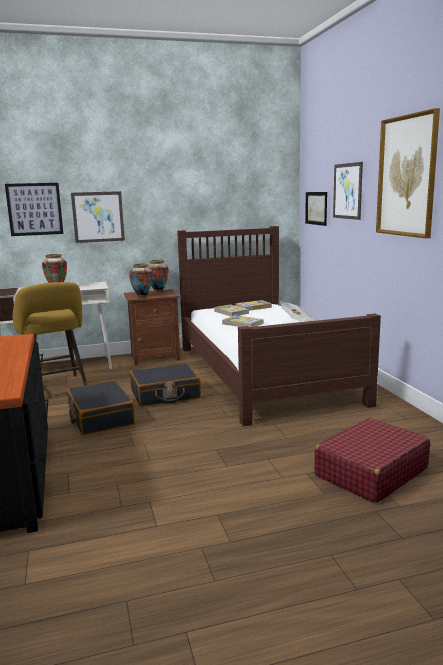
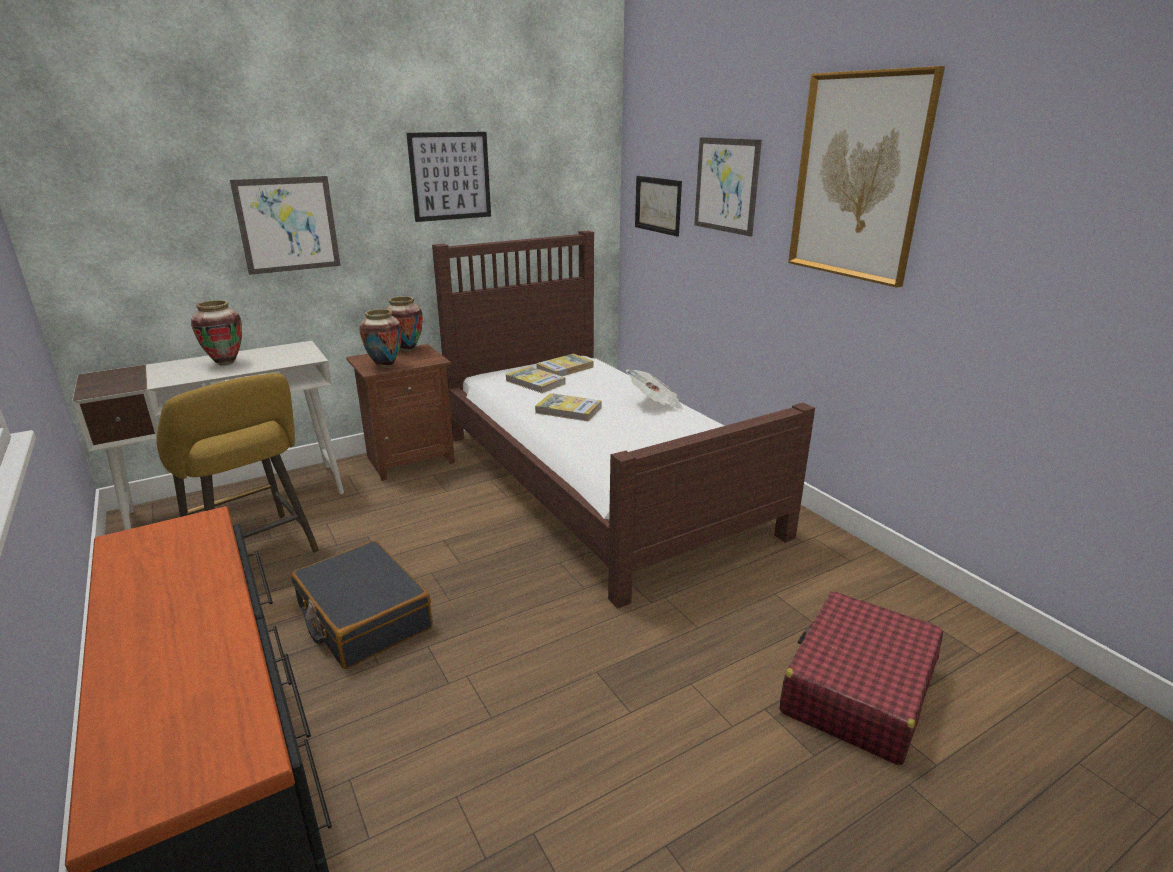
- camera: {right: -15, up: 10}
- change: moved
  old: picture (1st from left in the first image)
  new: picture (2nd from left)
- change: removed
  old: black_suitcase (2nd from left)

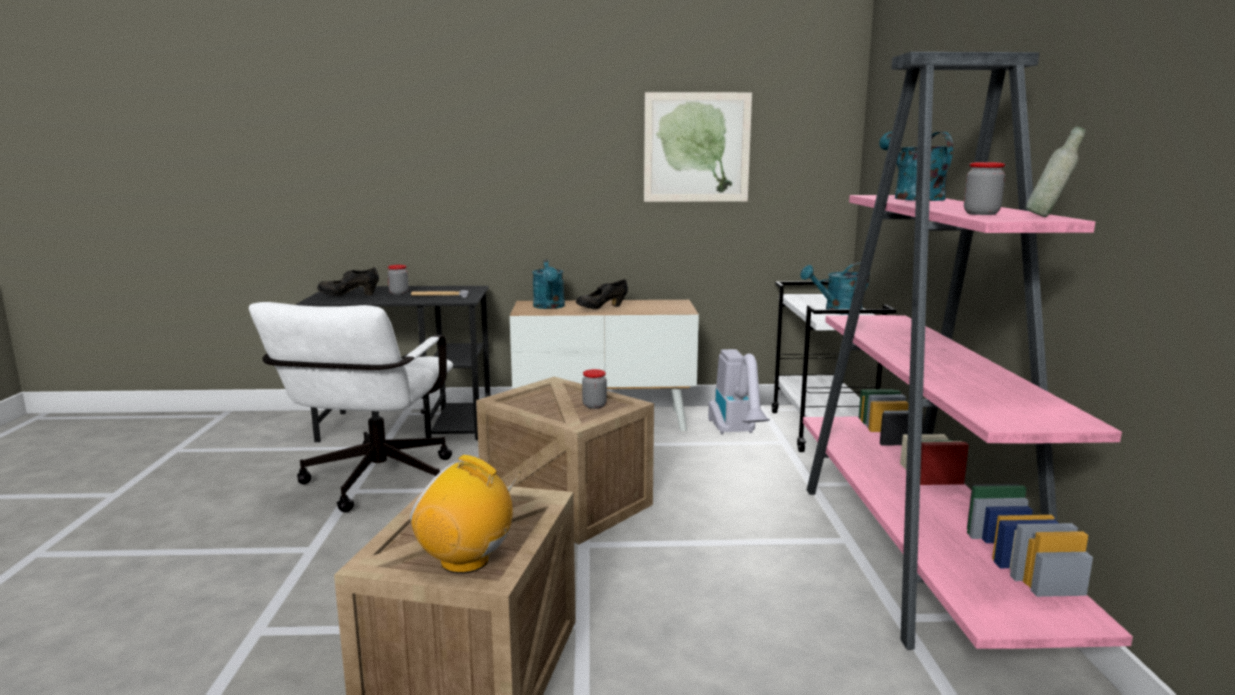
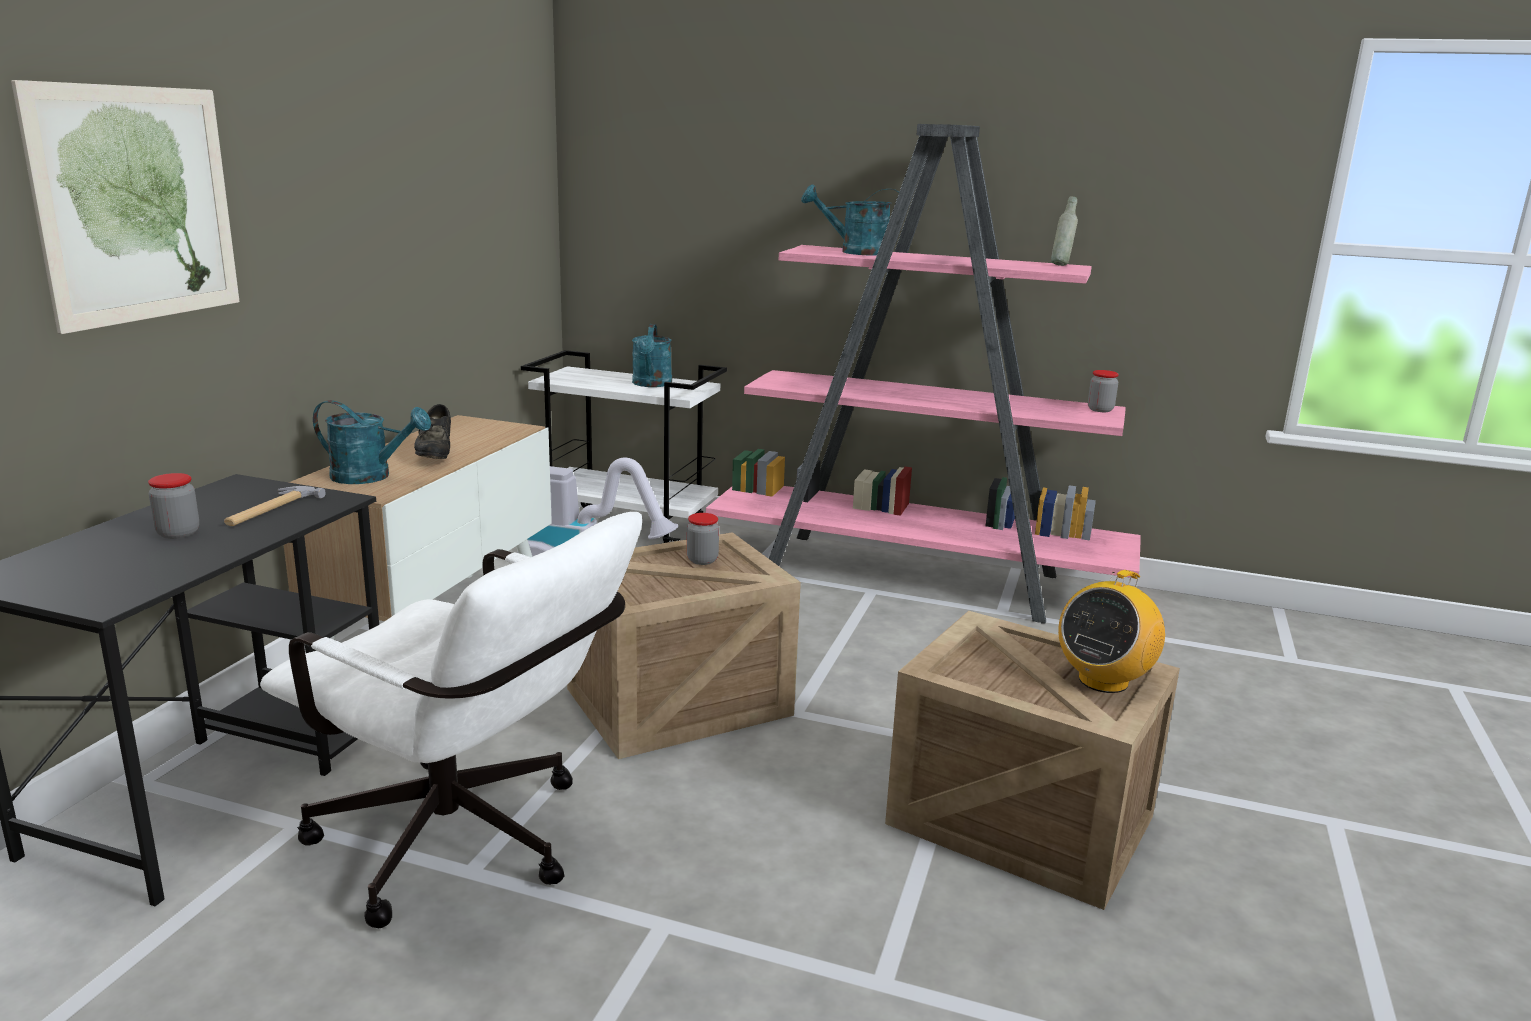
- camera: {right: -70, up: 5}
- change: moved
  old: picture
- change: moved
  old: jar (3rd from left)
- change: removed
  old: black_shoe (1st from left)

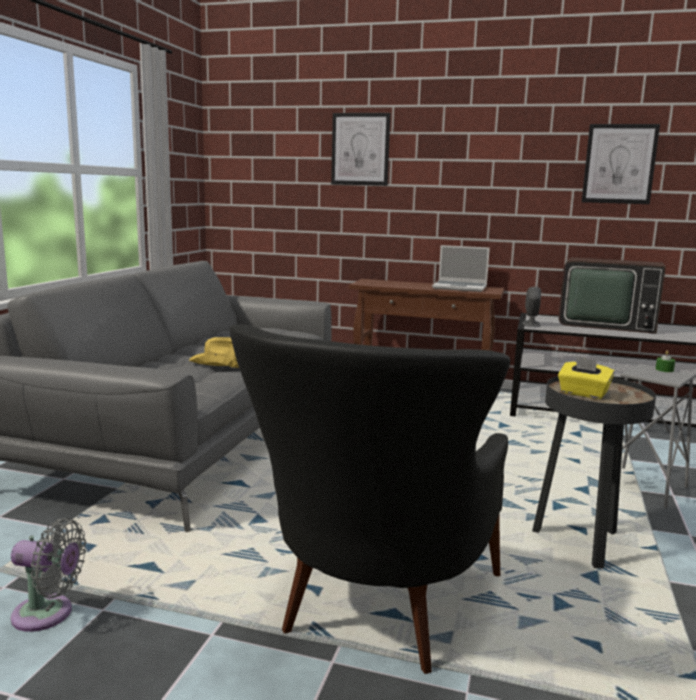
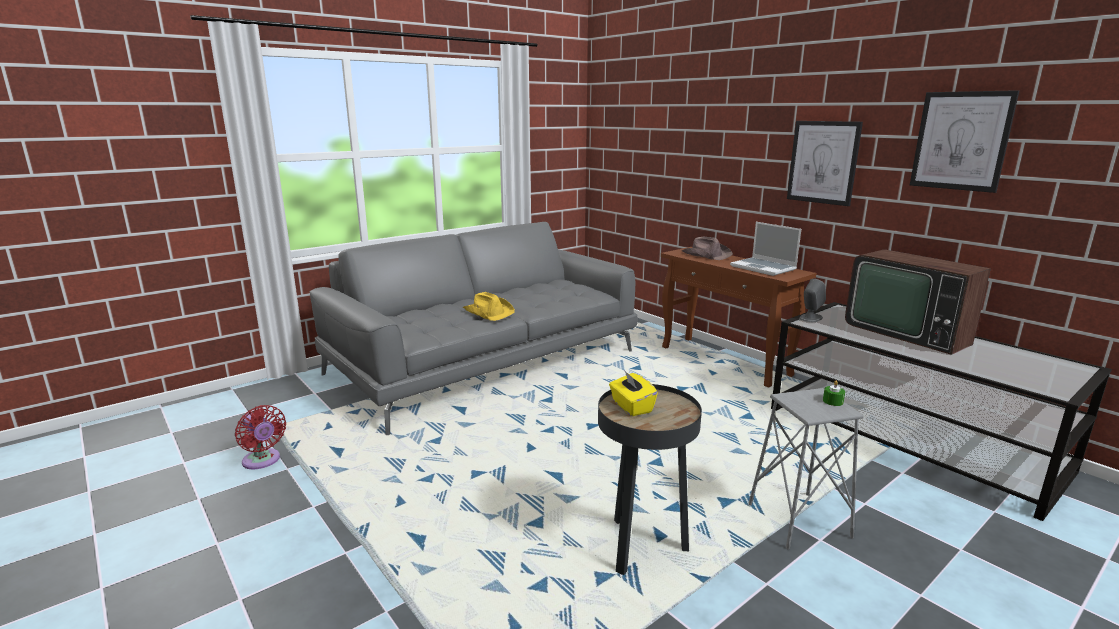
- camera: {right: 35, up: 5}
- change: moved
  old: picture (1st from left)
- change: removed
  old: black_armchair
- change: recoloured
  old: grey_fan
  new: red_fan
- change: added
  new: brown_hat

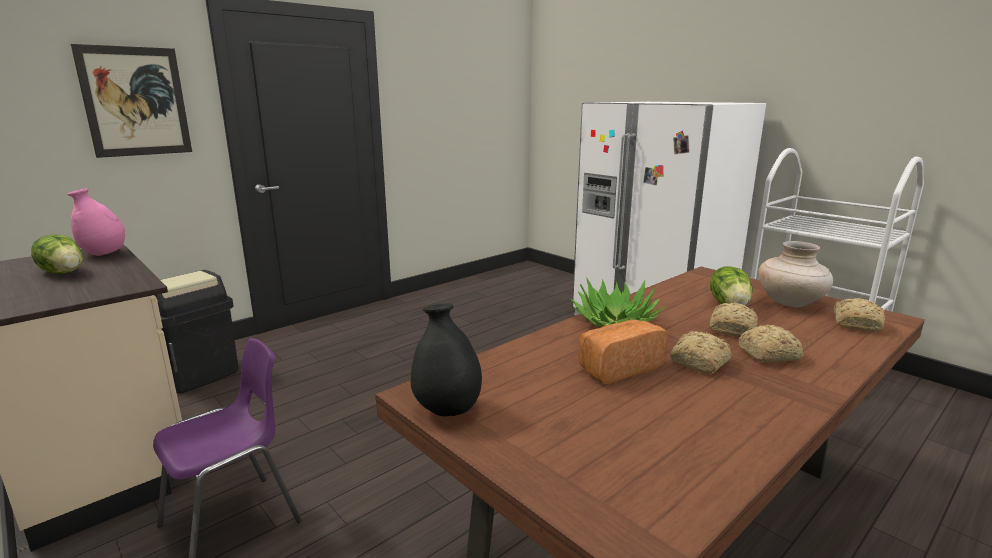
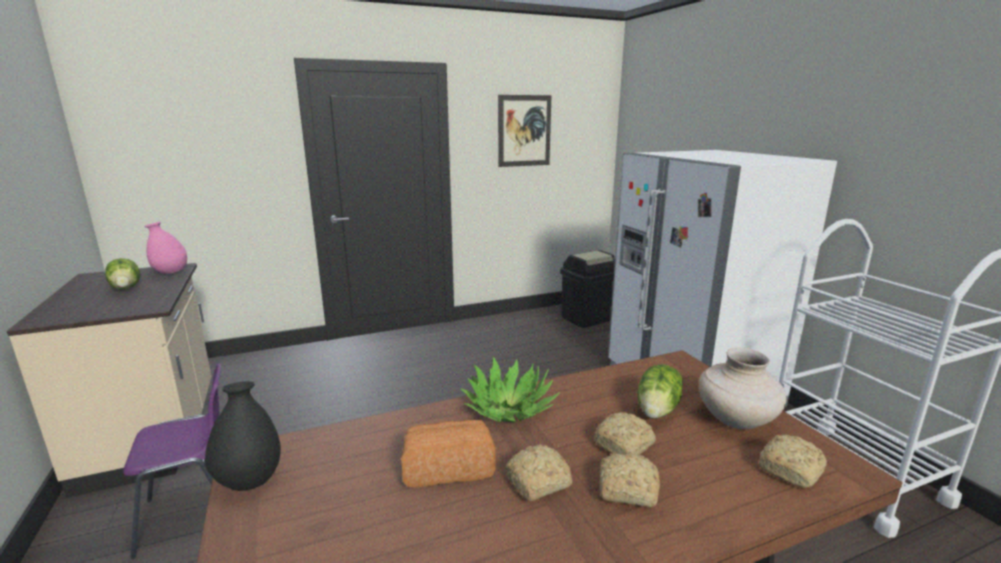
- camera: {right: 20, up: 0}
- change: moved
  old: picture
- change: moved
  old: black_trash_can

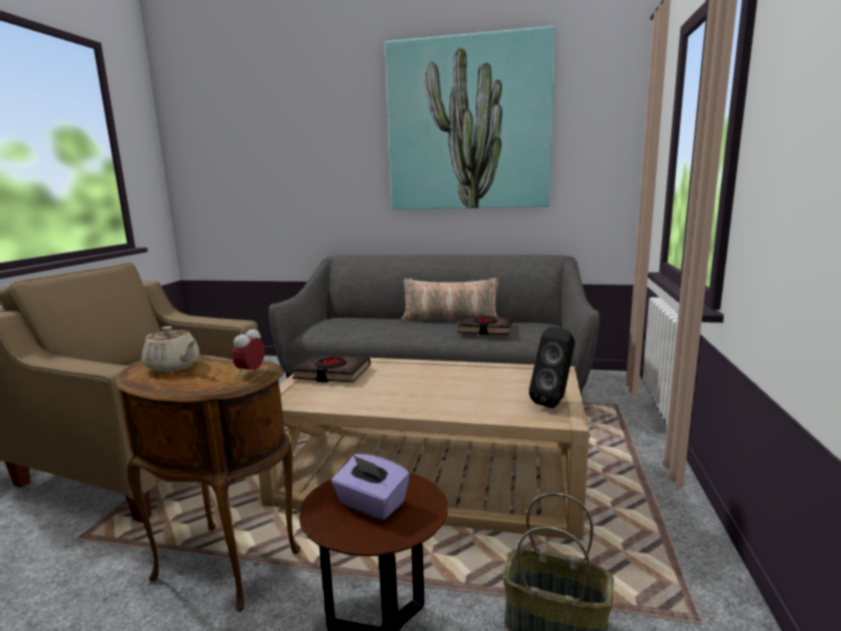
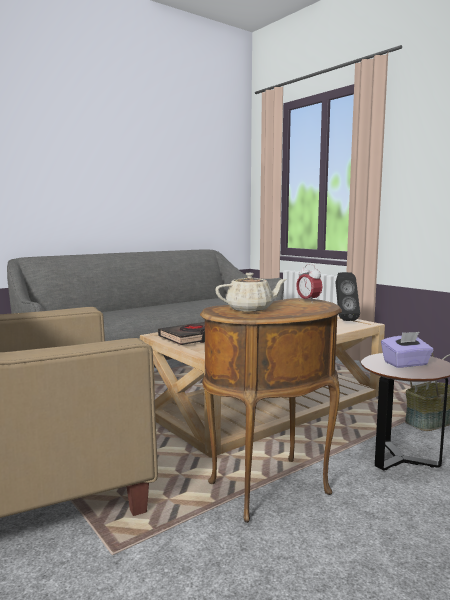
- camera: {right: -50, up: -5}
- change: removed
  old: picture
- change: removed
  old: pillow
- change: removed
  old: black_book (2nd from left)

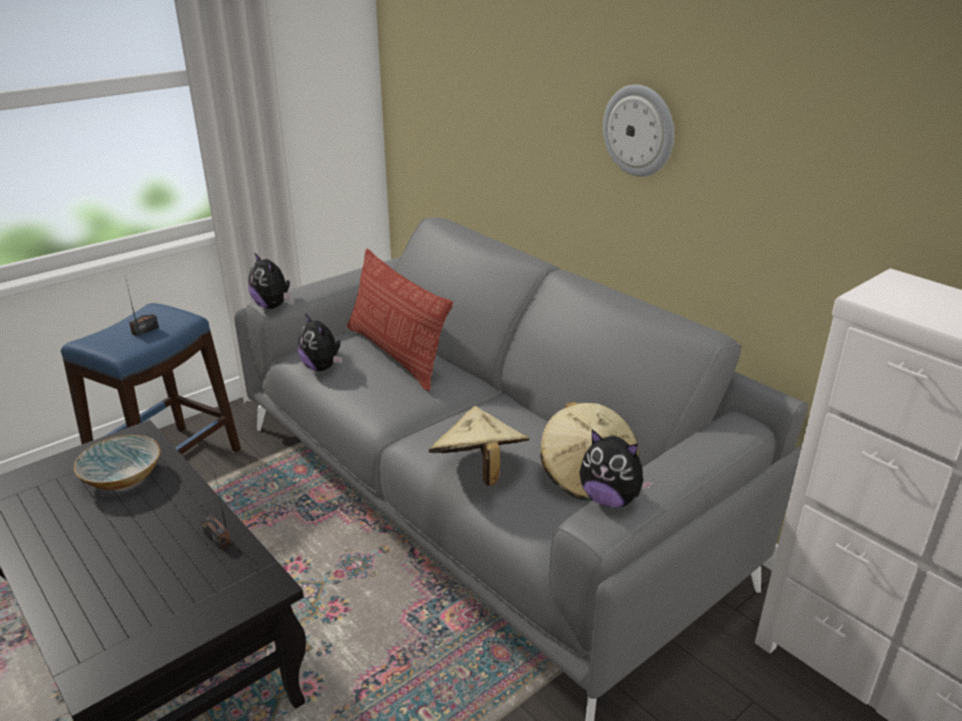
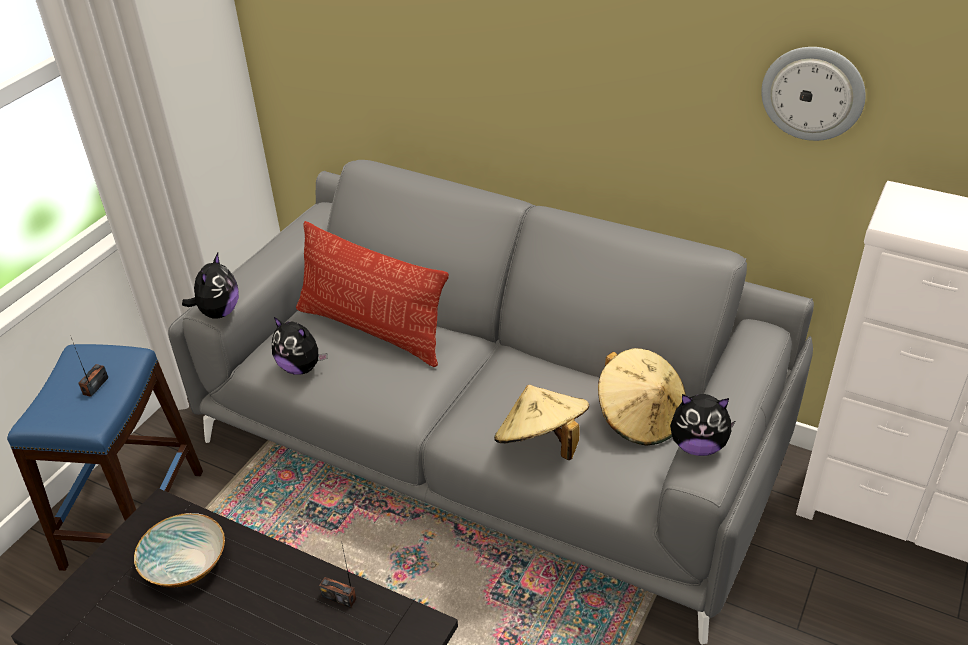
- camera: {right: -20, up: 10}
- change: moved
  old: wall_clock
- change: turned
  old: plush_toy (1st from left)
  degrees: -105

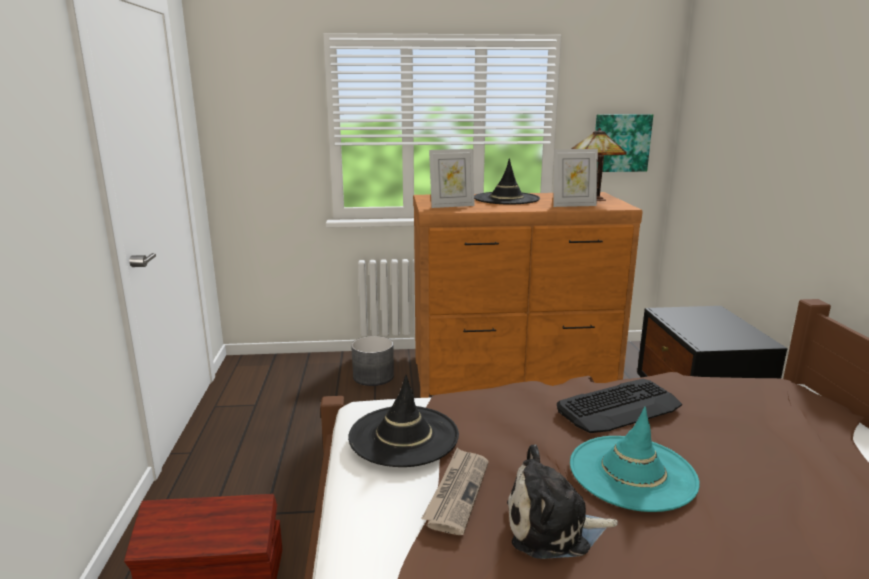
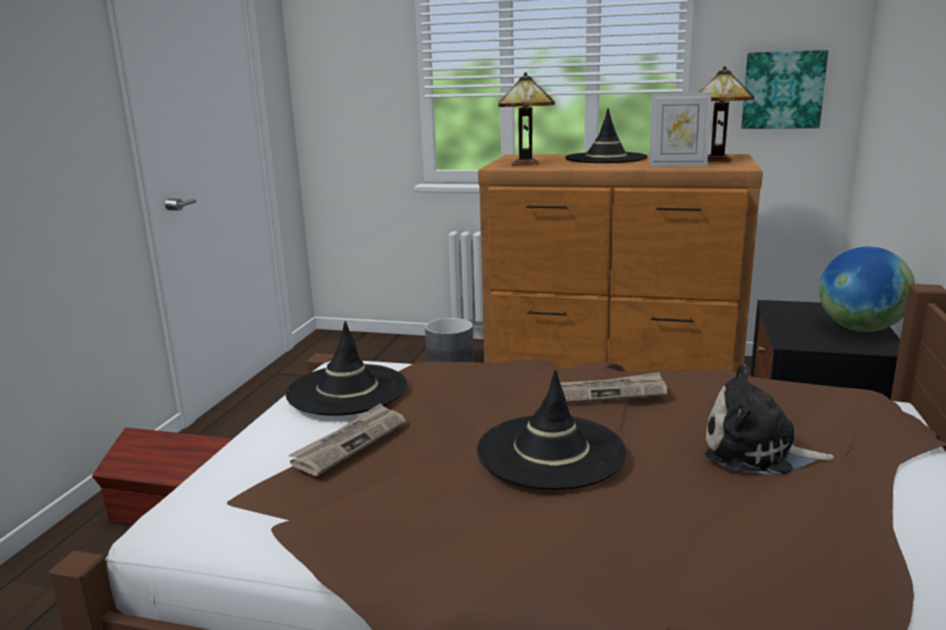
- camera: {right: 20, up: 0}
- change: replaced
  old: picture_frame (1st from left)
  new: table_lamp (1st from left)
- change: replaced
  old: keyboard
  new: newspaper (2nd from left)
- change: recoloured
  old: turquoise_hat
  new: black_hat (2nd from left)
- change: moved
  old: plush_toy
- change: added
  new: globe

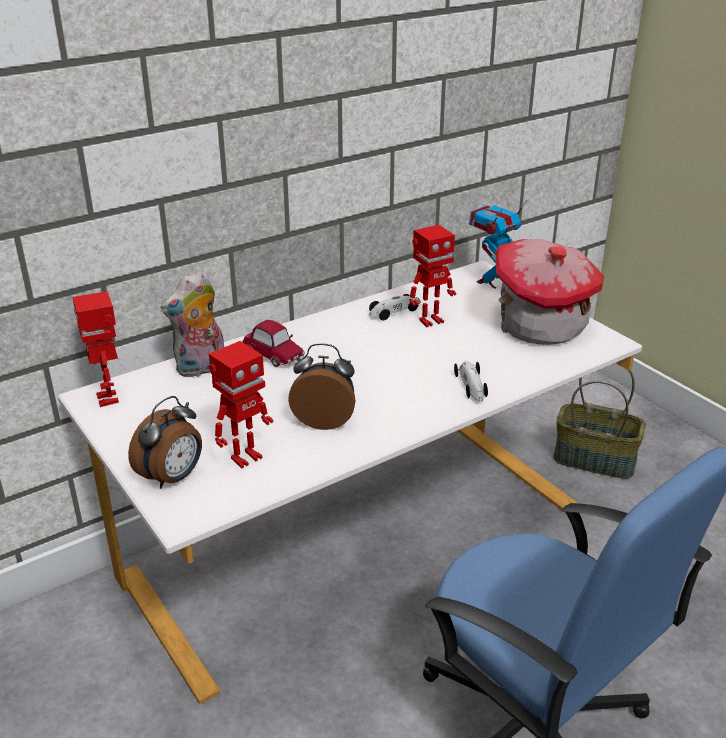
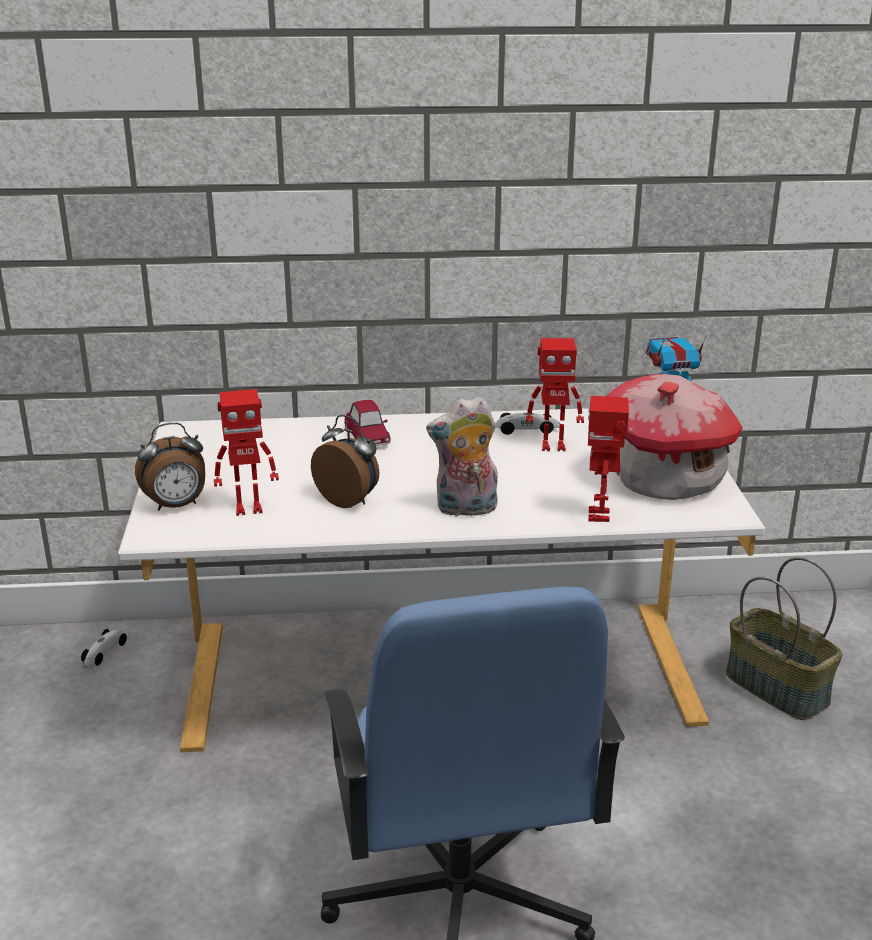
- camera: {right: 30, up: -5}
- change: moved
  old: plush_toy
- change: moved
  old: toy_robot (1st from left in the first image)
  new: toy_robot (3rd from left)
- change: moved
  old: toy_car (3rd from left in the first image)
  new: toy_car (1st from left)

